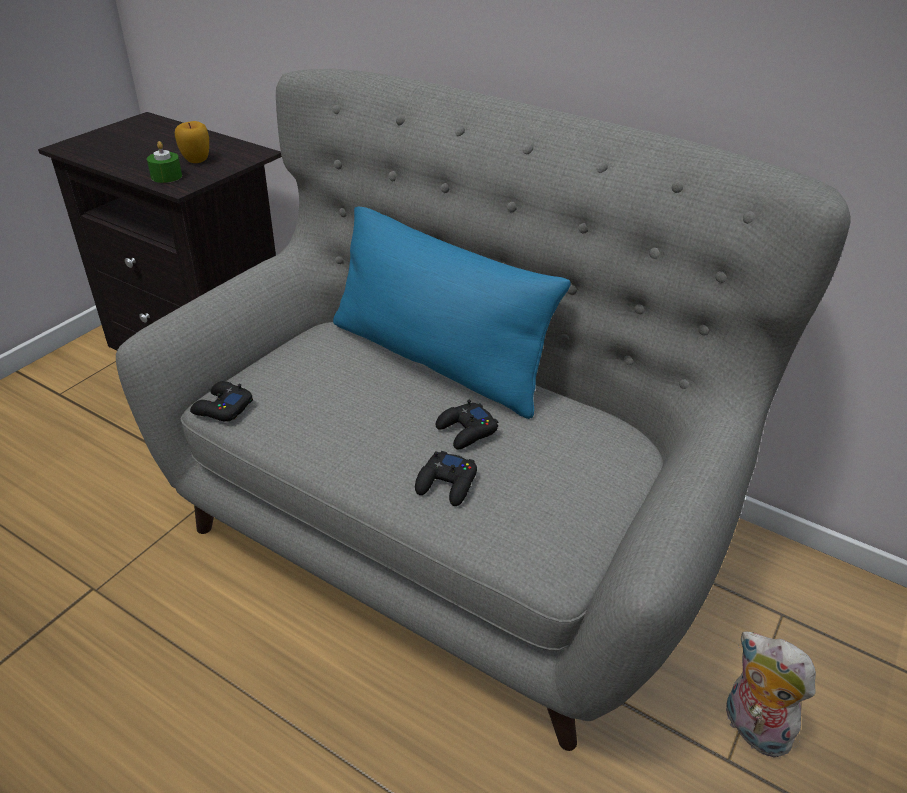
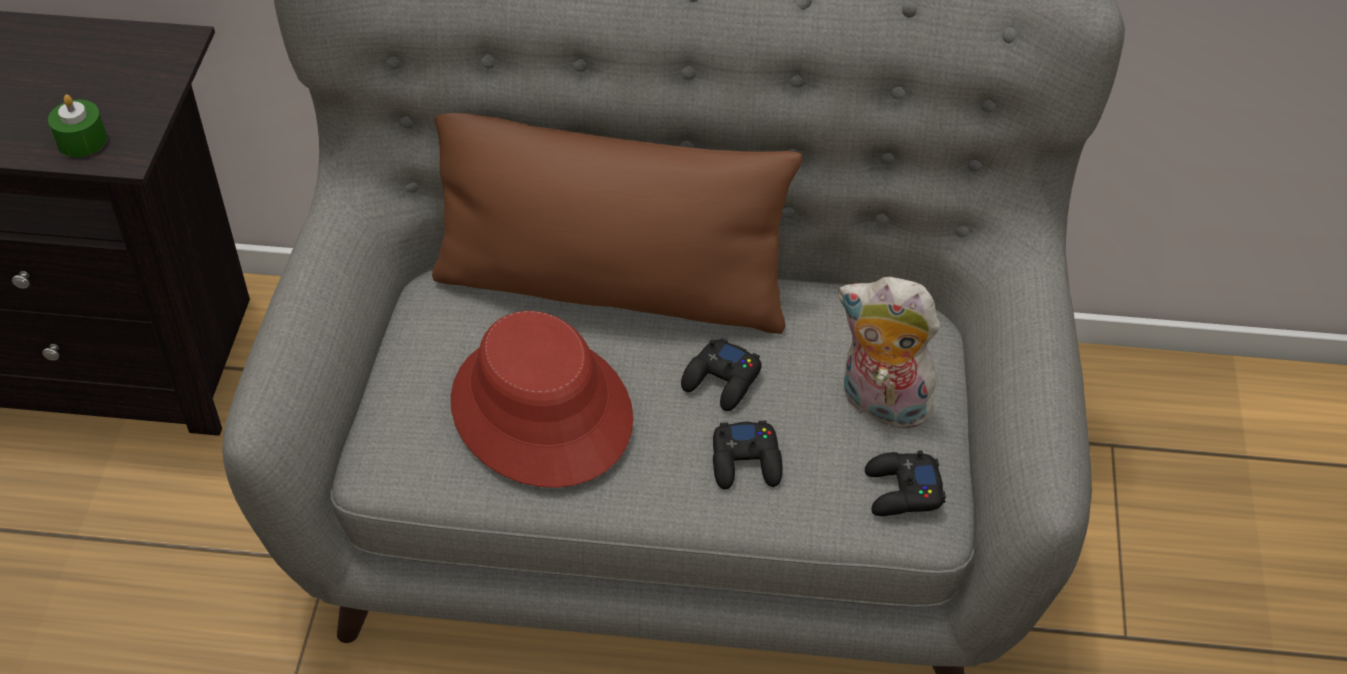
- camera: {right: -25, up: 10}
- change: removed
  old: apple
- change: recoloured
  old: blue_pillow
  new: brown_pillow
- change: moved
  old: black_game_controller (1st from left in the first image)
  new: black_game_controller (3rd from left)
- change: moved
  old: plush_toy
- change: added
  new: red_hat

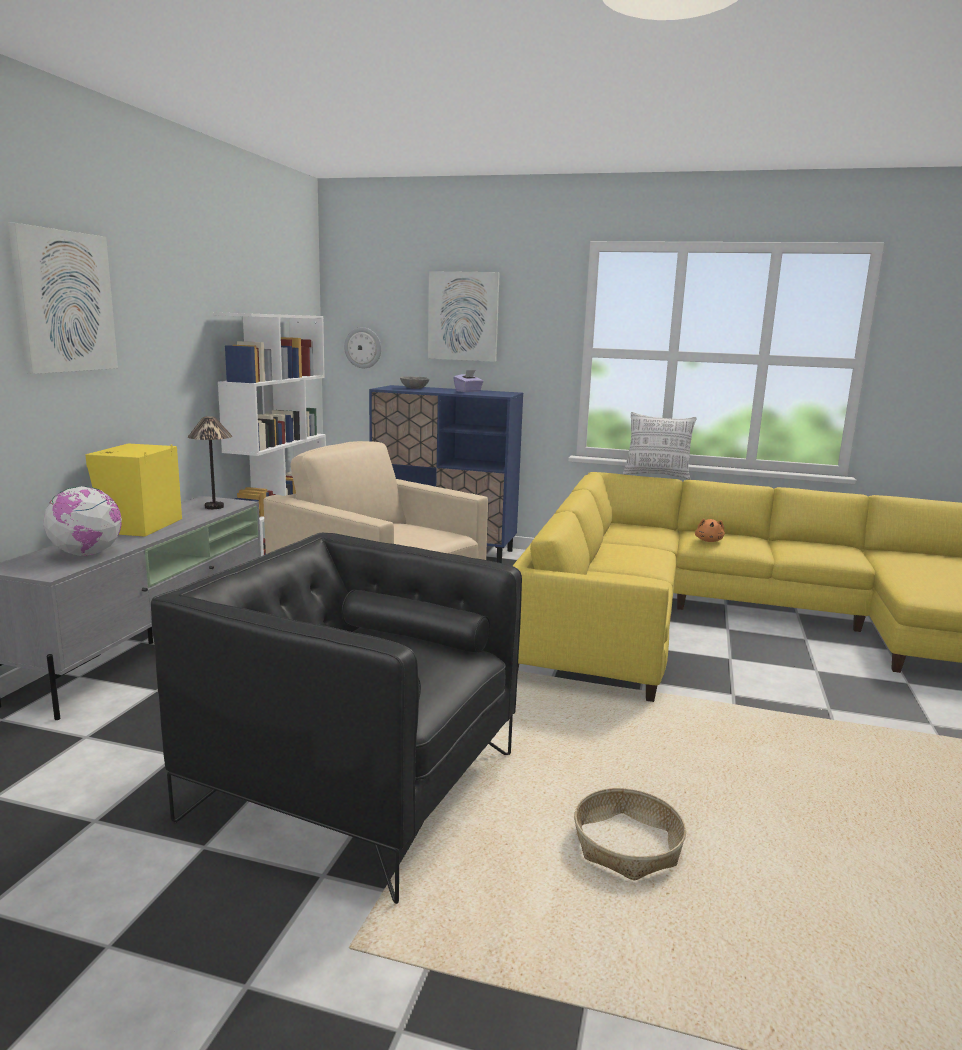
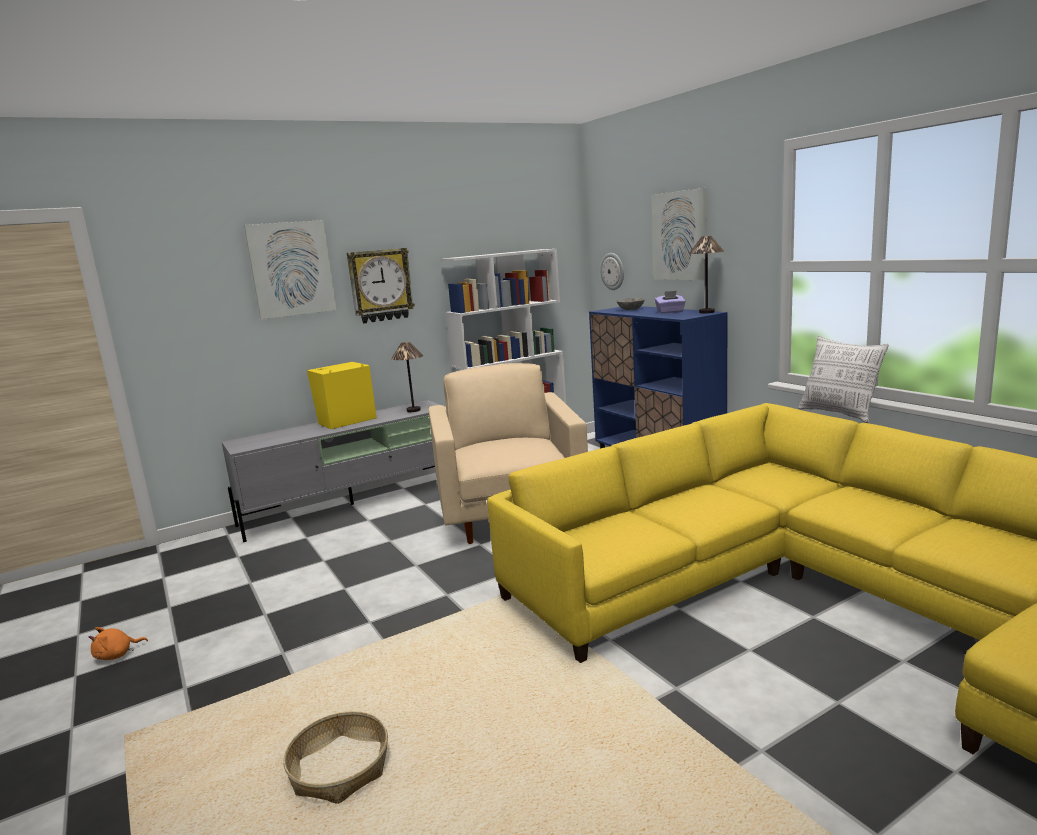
- camera: {right: 45, up: 0}
- change: removed
  old: globe
- change: moved
  old: orange_plush_toy
- change: removed
  old: black_armchair
- change: added
  new: table_lamp (2nd from left)
- change: added
  new: wall_clock (1st from left)

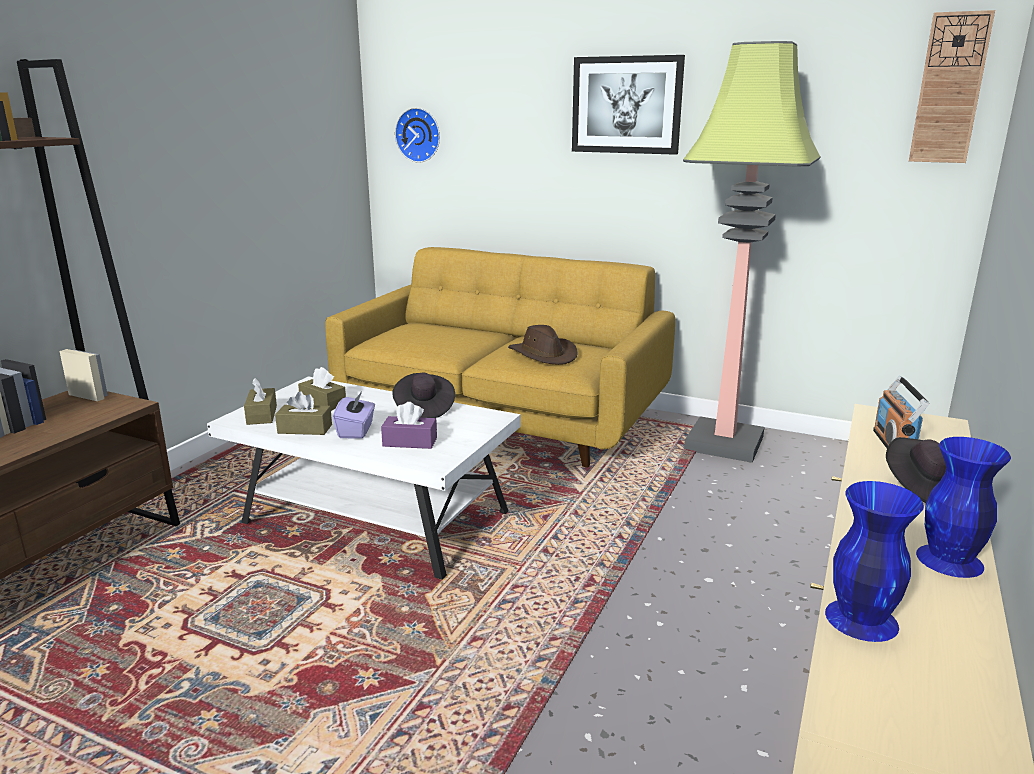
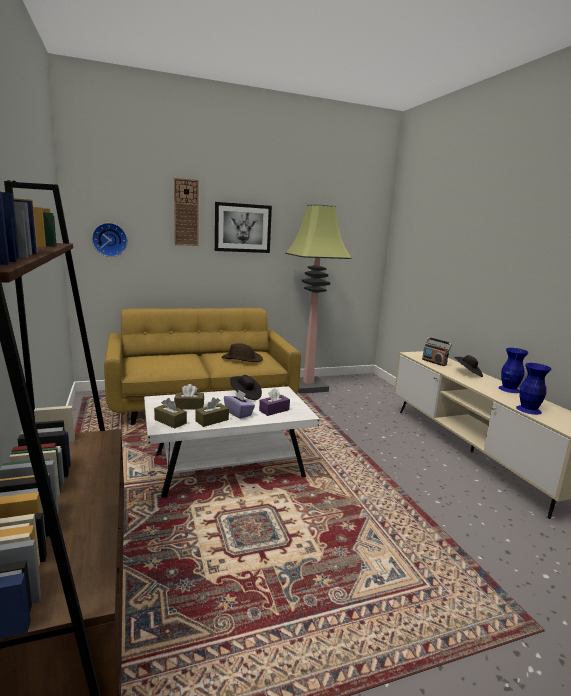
- camera: {right: -45, up: -5}
- change: moved
  old: wall_clock (2nd from left)

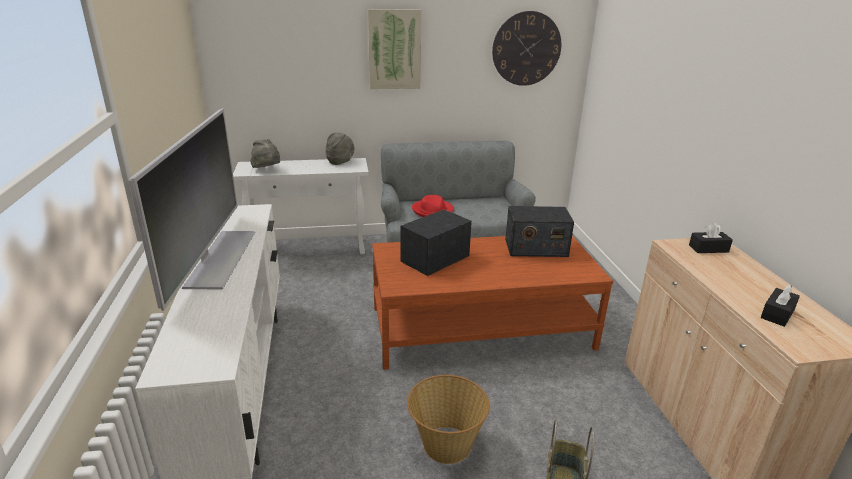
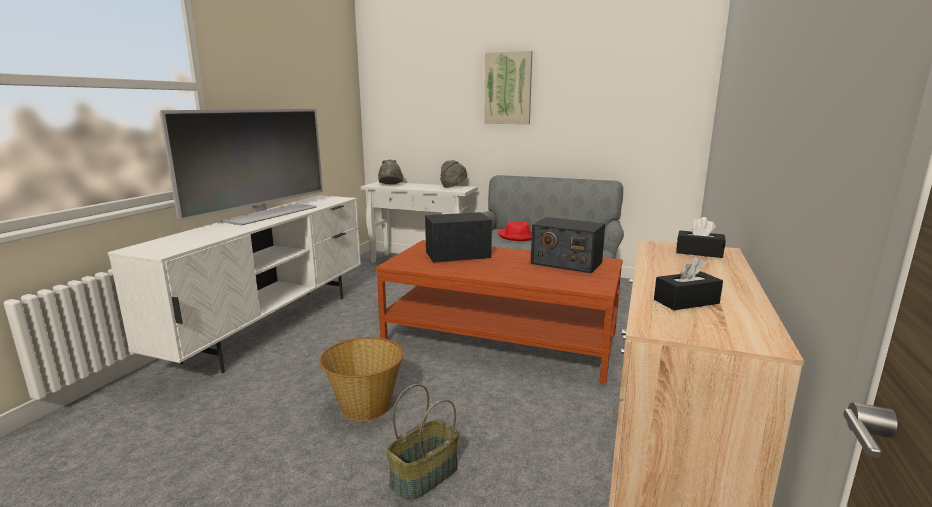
- camera: {right: 30, up: -10}
- change: removed
  old: wall_clock

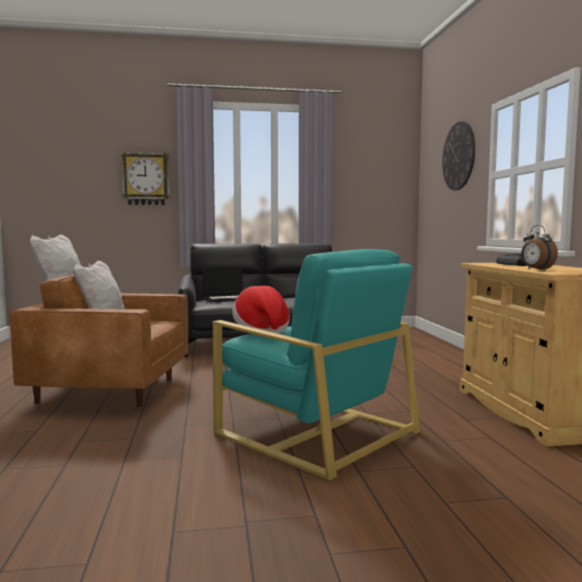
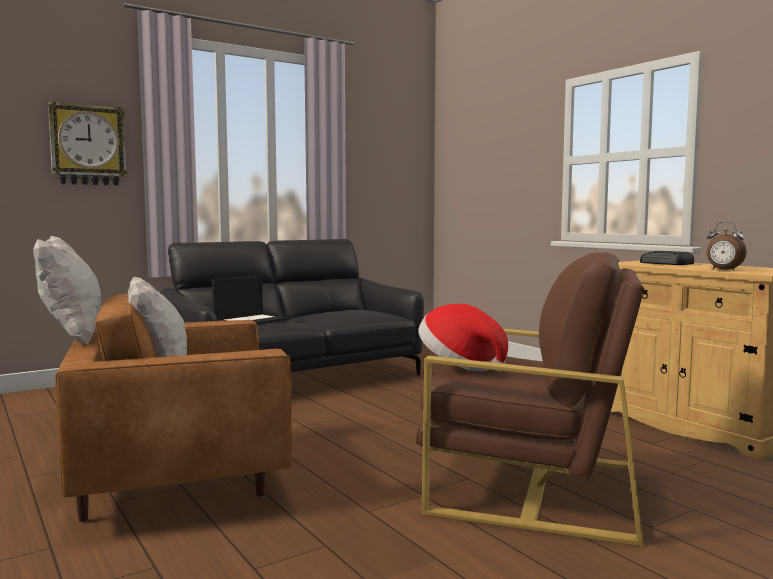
- camera: {right: -25, up: 0}
- change: removed
  old: wall_clock (2nd from left)
- change: recoloured
  old: turquoise_armchair
  new: brown_armchair (2nd from left)

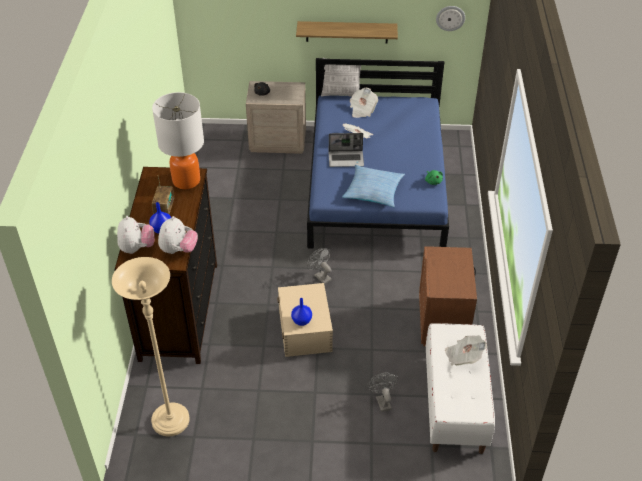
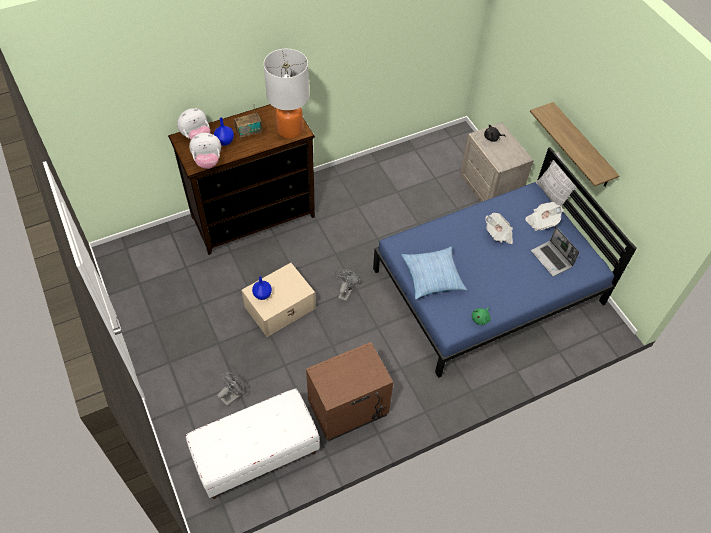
- camera: {right: 60, up: 10}
- change: removed
  old: wall_clock
- change: moved
  old: laptop
- change: removed
  old: beige_floor_lamp
- change: removed
  old: newspaper (3rd from left)

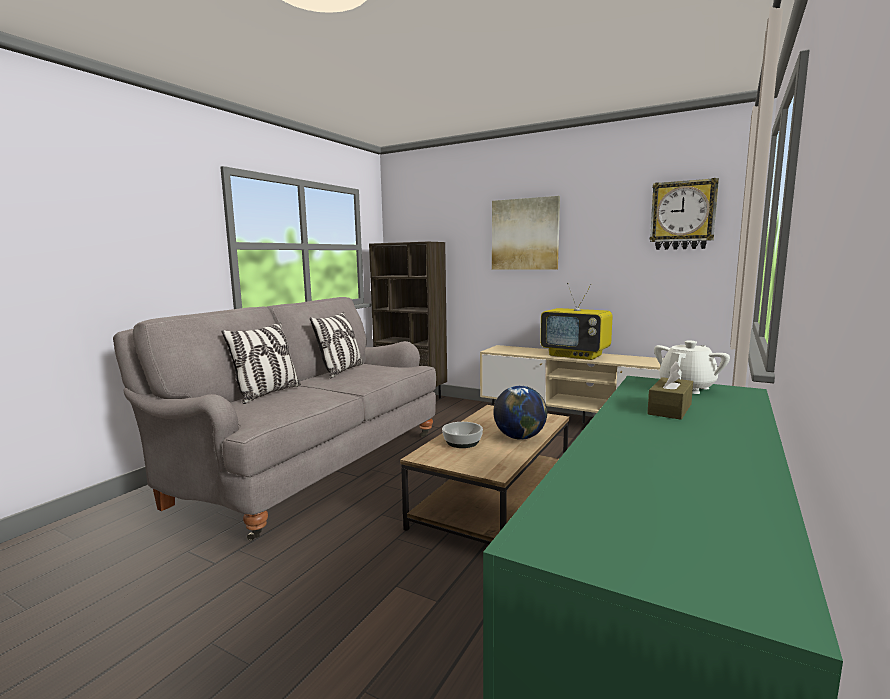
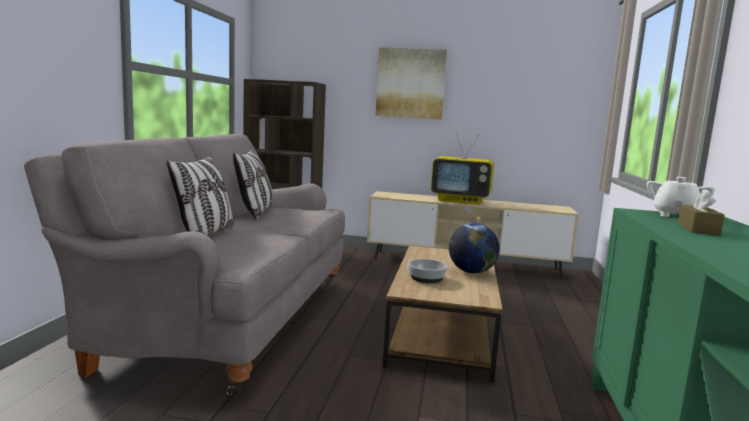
- camera: {right: -20, up: 0}
- change: removed
  old: wall_clock

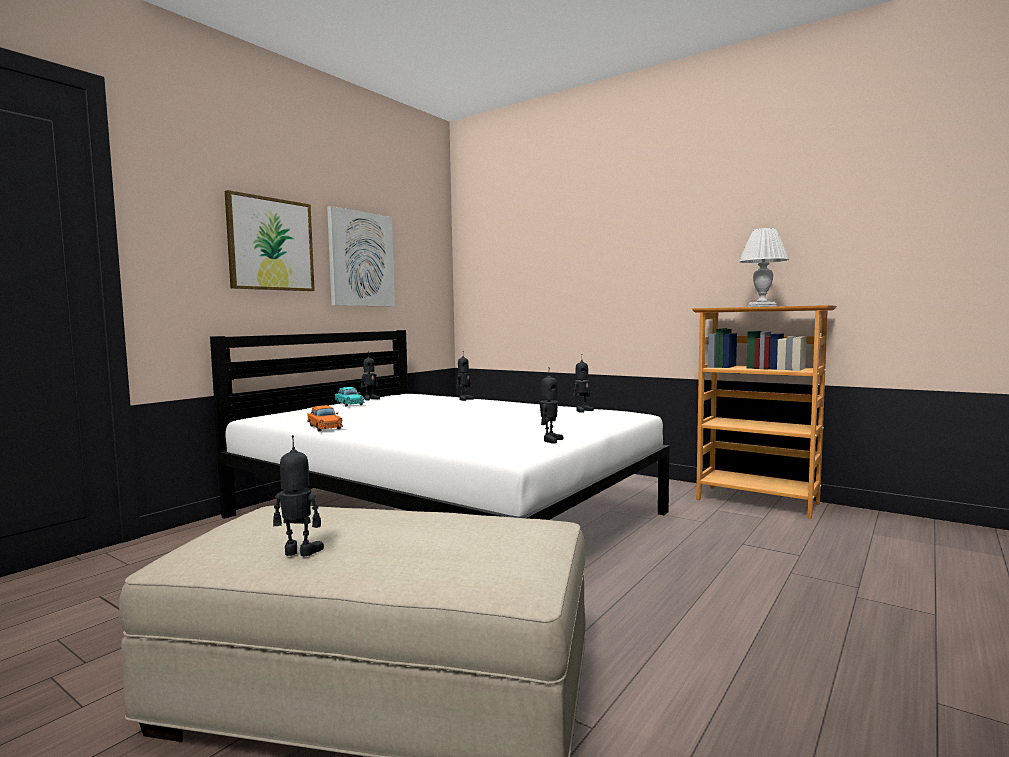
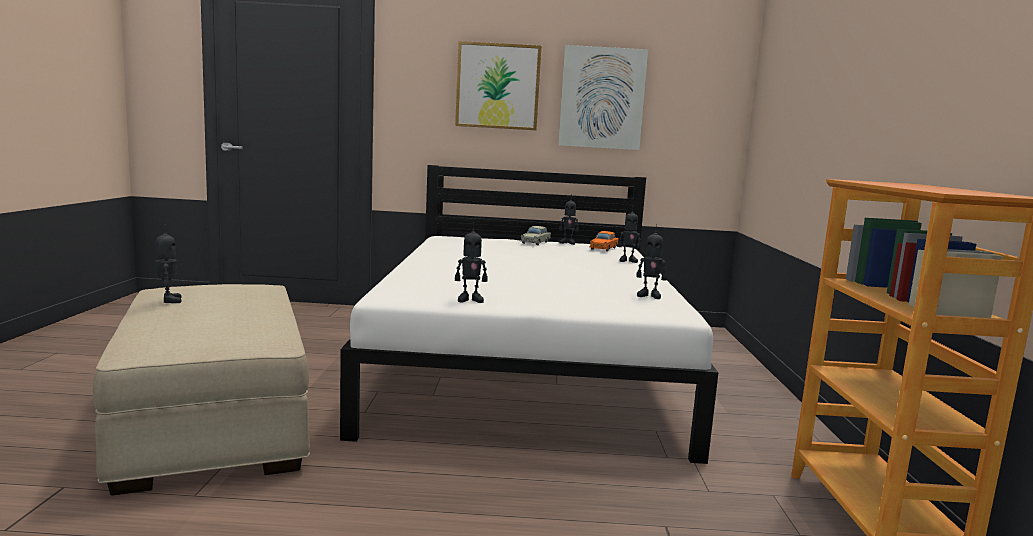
- camera: {right: 55, up: 5}
- change: removed
  old: white_table_lamp
- change: recoloured
  old: turquoise_toy_car
  new: beige_toy_car
- change: moved
  old: orange_toy_car

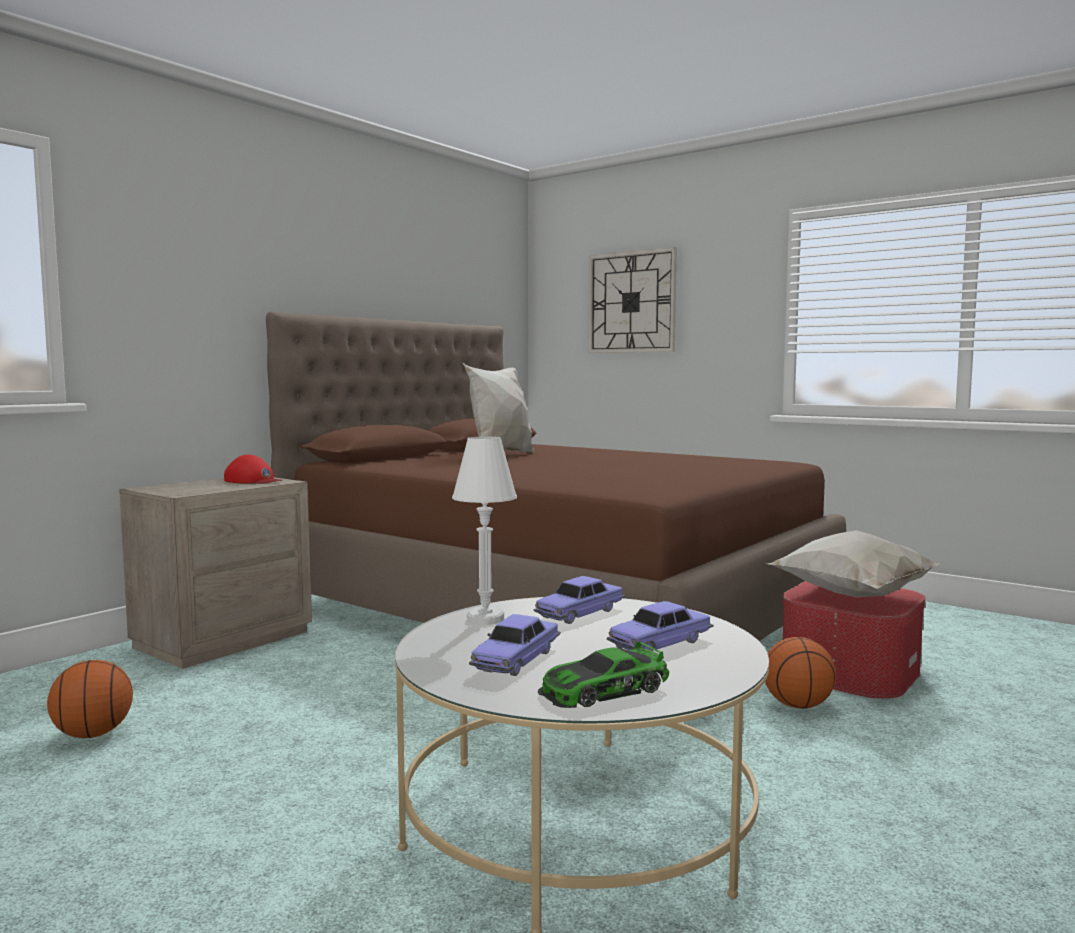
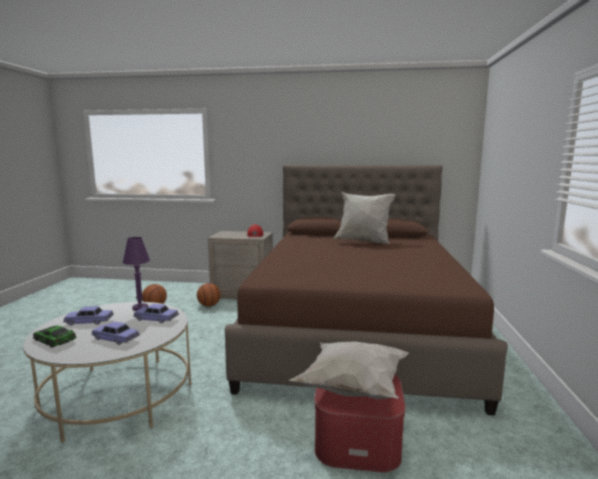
- camera: {right: 60, up: 5}
- change: removed
  old: wall_clock
- change: recoloured
  old: white_table_lamp
  new: purple_table_lamp
- change: moved
  old: basketball (2nd from left)

